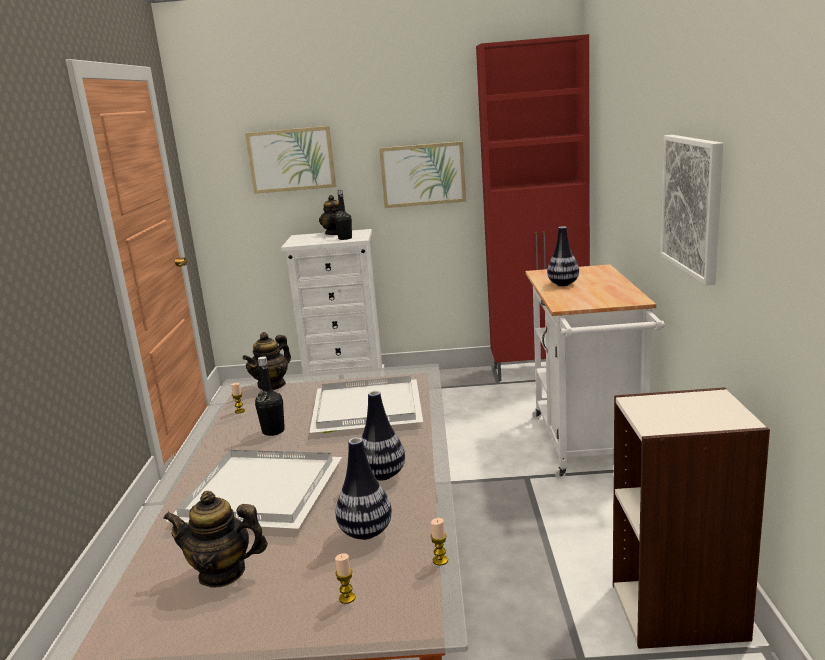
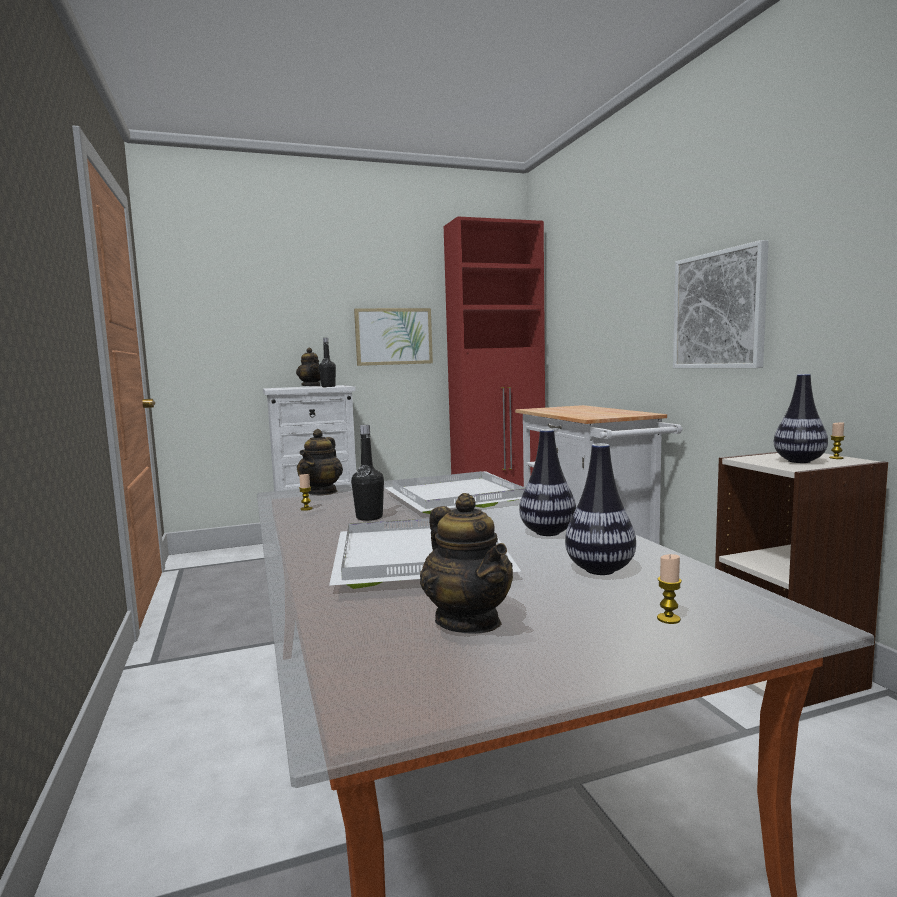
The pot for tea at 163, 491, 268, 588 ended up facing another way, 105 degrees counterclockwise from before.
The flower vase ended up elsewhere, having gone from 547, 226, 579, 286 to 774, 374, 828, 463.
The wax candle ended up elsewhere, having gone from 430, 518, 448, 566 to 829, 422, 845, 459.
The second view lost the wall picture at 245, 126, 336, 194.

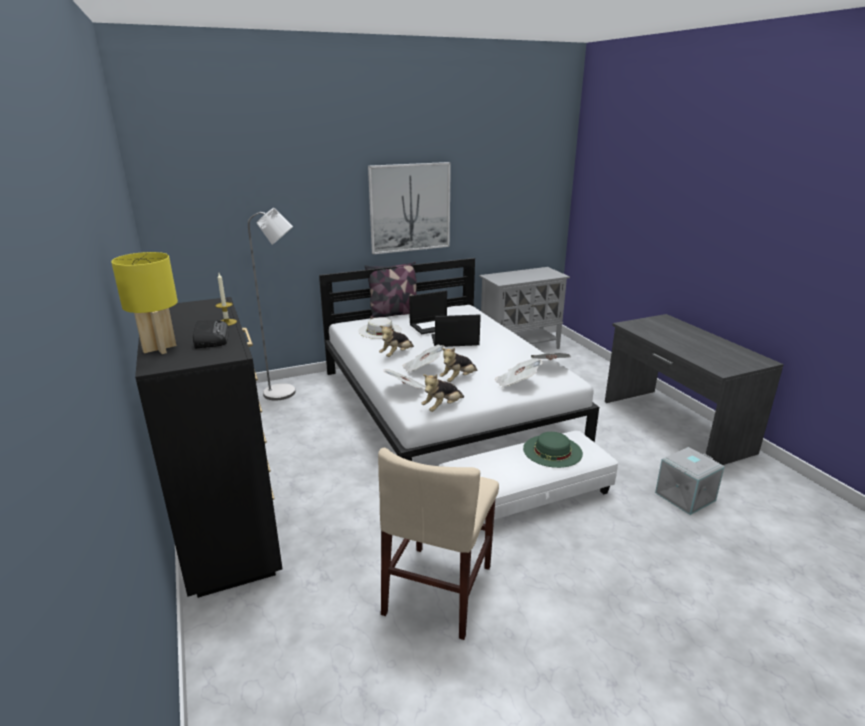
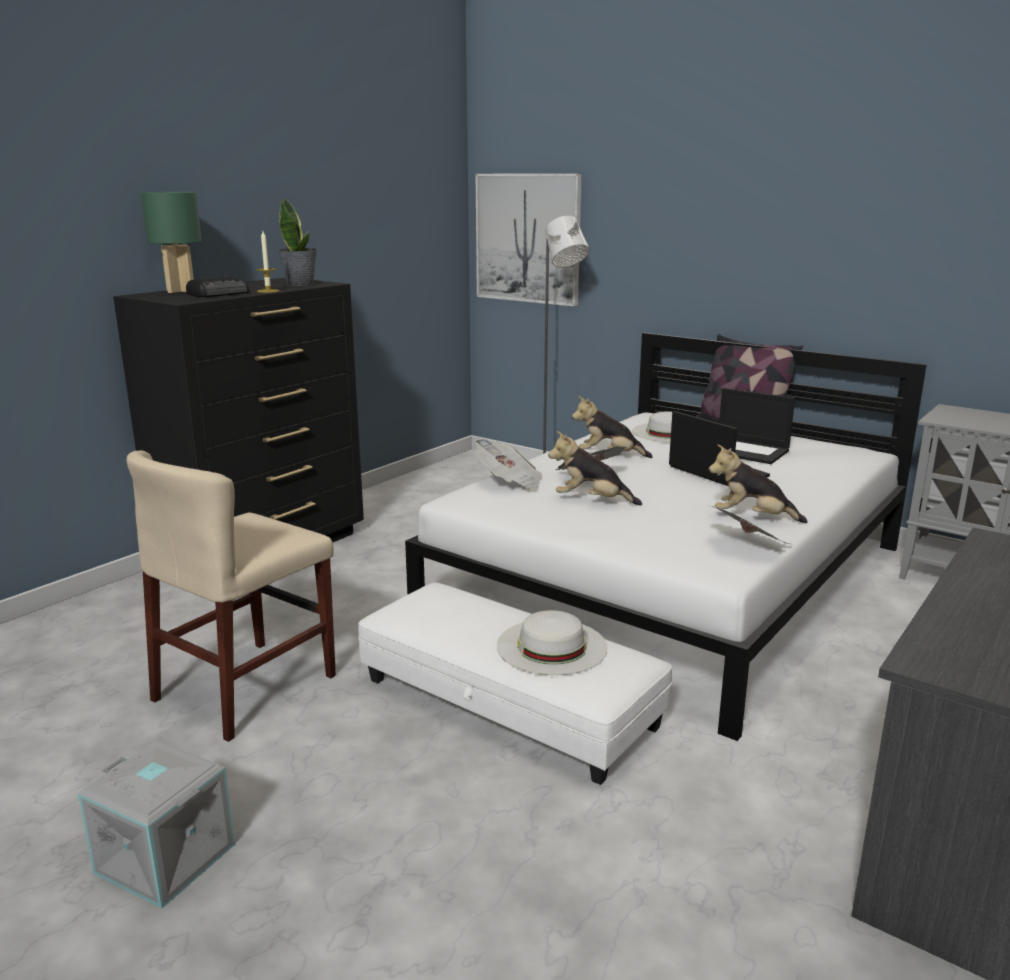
The grey storage container ended up elsewhere, having gone from 655, 447, 724, 515 to 78, 740, 235, 908.
The beige chair at 378, 448, 499, 640 ended up facing another way, 45 degrees counterclockwise from before.
What was the yellowish tabletop lamp at 111, 252, 178, 354 turned into the green-coloured tabletop lamp at 141, 192, 202, 293.
The second view gained the houseplant at 279, 198, 317, 286.
The wall picture ended up elsewhere, having gone from 368, 162, 451, 254 to 476, 173, 582, 307.
What was the green-coloured hat at 523, 432, 583, 468 turned into the whitish hat at 497, 610, 608, 675.
The plush toy ended up elsewhere, having gone from 421, 375, 464, 412 to 709, 444, 808, 523.
The second view lost the daily paper at 495, 358, 542, 388.

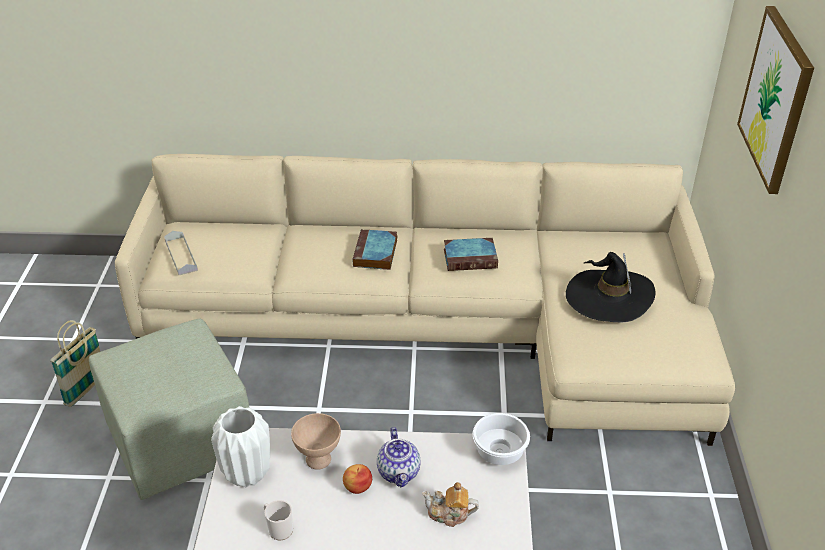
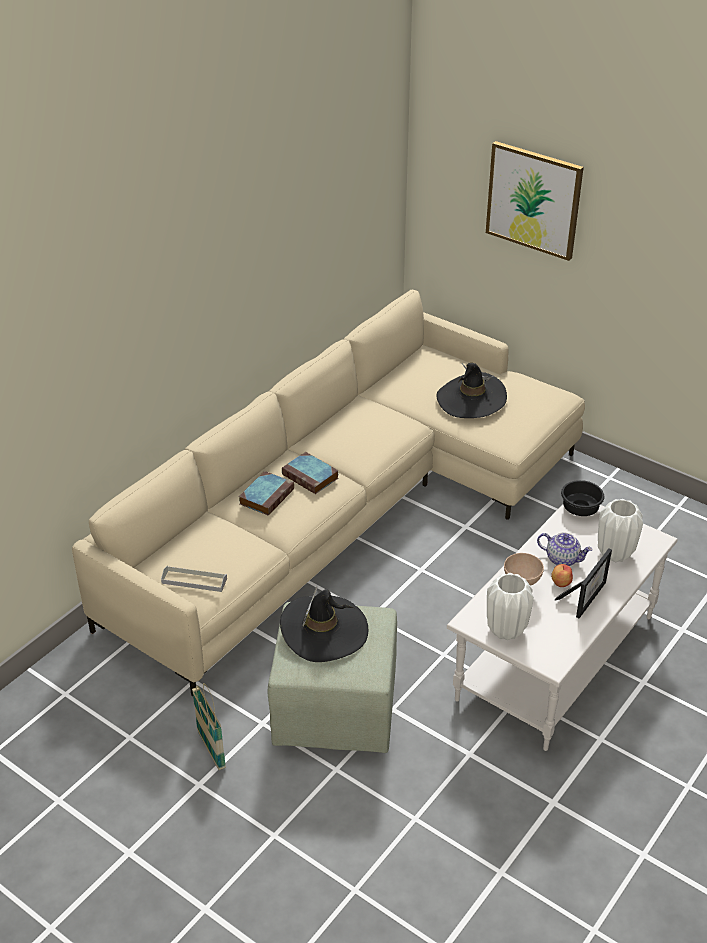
The bound book ended up elsewhere, having gone from 444, 238, 498, 271 to 239, 471, 294, 516.
The second view gained the black hat at 280, 586, 368, 662.
The second view gained the photo frame at 555, 548, 612, 618.
What was the whitish bowl at 473, 413, 530, 465 turned into the black bowl at 561, 480, 605, 516.
Where the pot for tea stood at 422, 482, 479, 527, the whitish flower vase came to stand at 598, 499, 643, 562.
The second view lost the mug at 264, 500, 293, 540.

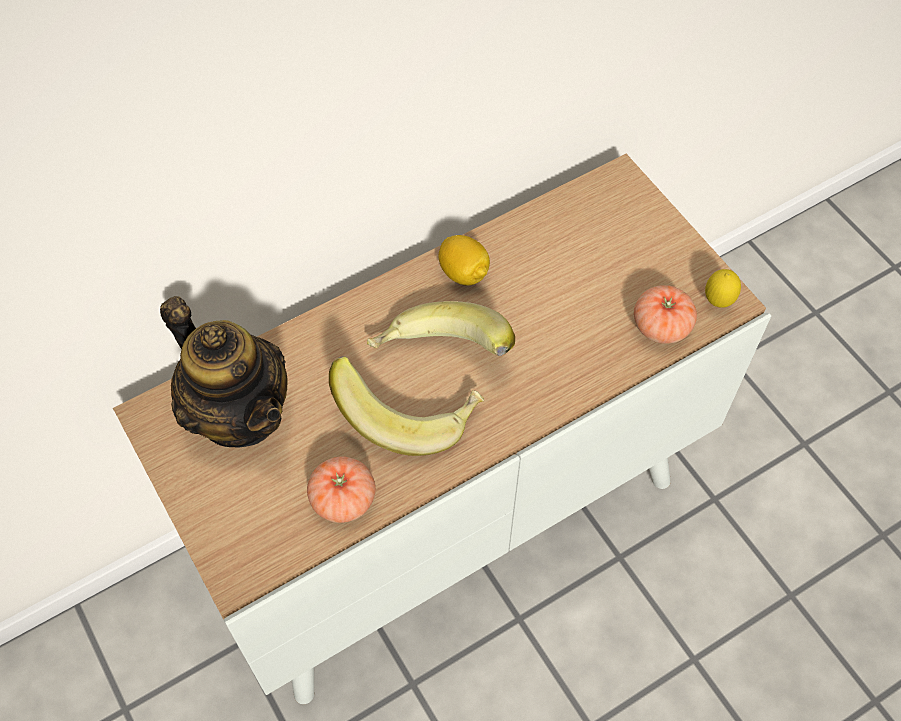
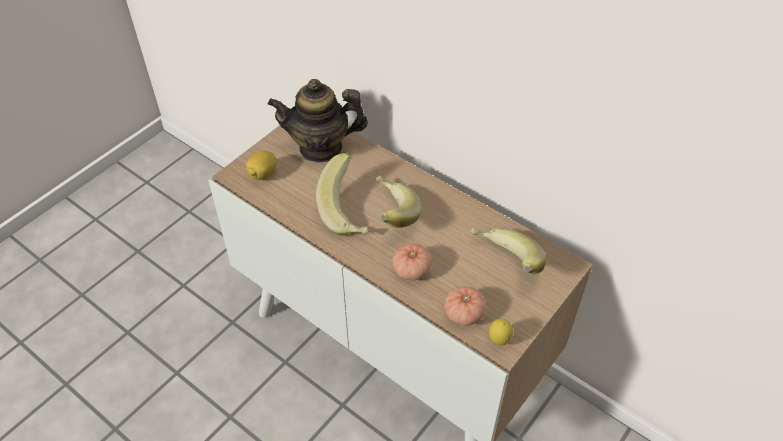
The citrus fruit ended up elsewhere, having gone from 438, 235, 490, 285 to 246, 151, 276, 180.
The pot for tea at 160, 296, 288, 448 ended up facing another way, 60 degrees clockwise from before.
The whole tomato ended up elsewhere, having gone from 307, 456, 376, 523 to 392, 244, 432, 281.
The second view gained the banana fruit at 471, 228, 546, 274.

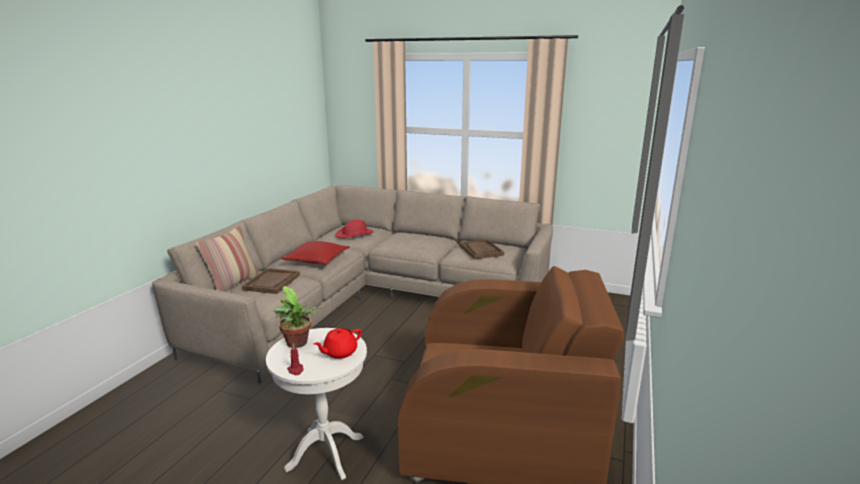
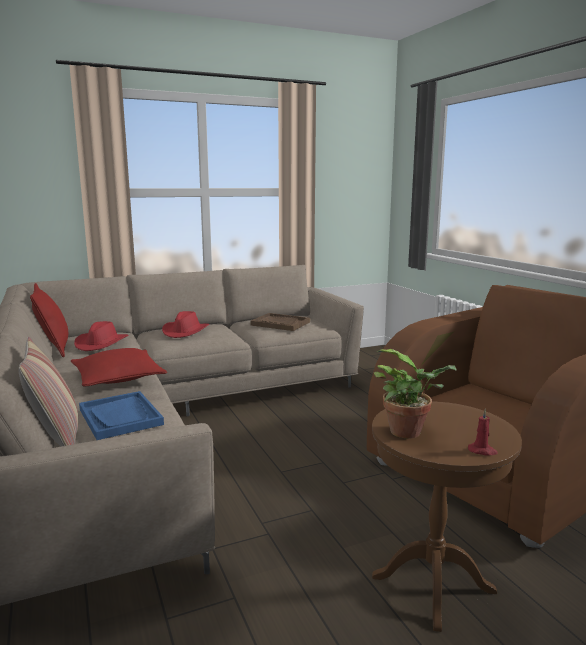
The second view gained the reddish pillow at 30, 283, 68, 357.
What was the brown carrying tray at 242, 268, 300, 294 turned into the blue carrying tray at 79, 391, 164, 440.
The second view gained the reddish hat at 162, 311, 209, 338.
What was the whitish side table at 266, 328, 367, 480 turned into the brown side table at 372, 401, 522, 632.
The second view lost the reddish pot for tea at 314, 328, 362, 359.

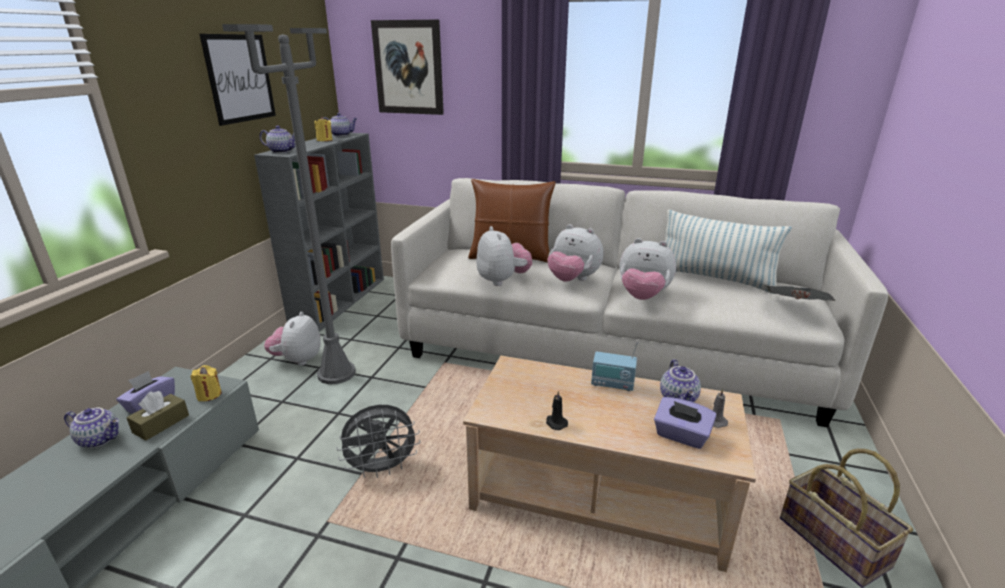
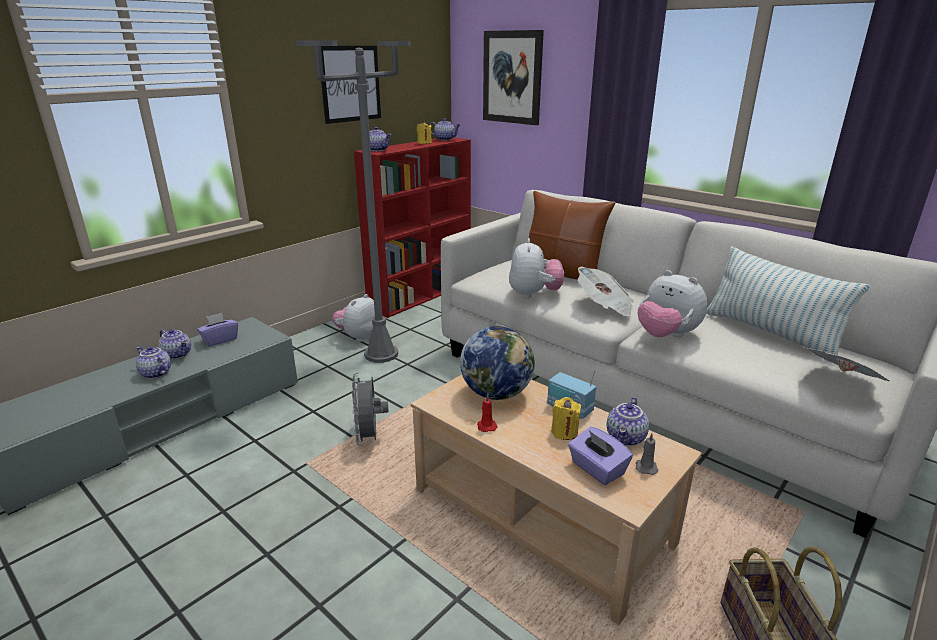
The second view gained the pot for tea at 136, 346, 171, 379.
The grey electric fan at 336, 405, 420, 478 ended up facing another way, 75 degrees clockwise from before.
What was the grey bookshelf at 254, 133, 384, 332 turned into the reddish bookshelf at 354, 137, 471, 318.
The second view gained the desk globe at 460, 326, 535, 400.
What was the black wax candle at 546, 391, 568, 430 turned into the reddish wax candle at 477, 394, 498, 432.
The yellowish wax candle ended up elsewhere, having gone from 190, 365, 222, 401 to 551, 397, 581, 440.
Where the plush toy stood at 547, 224, 603, 282, the daily paper came to stand at 577, 267, 634, 317.
The second view lost the brown tissue holder at 127, 391, 189, 441.

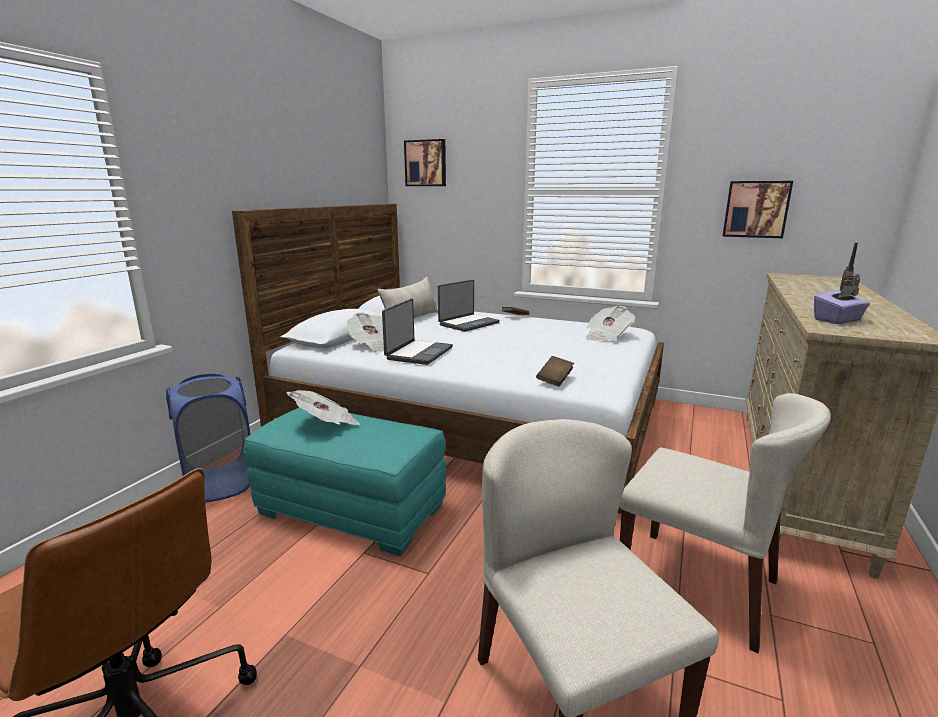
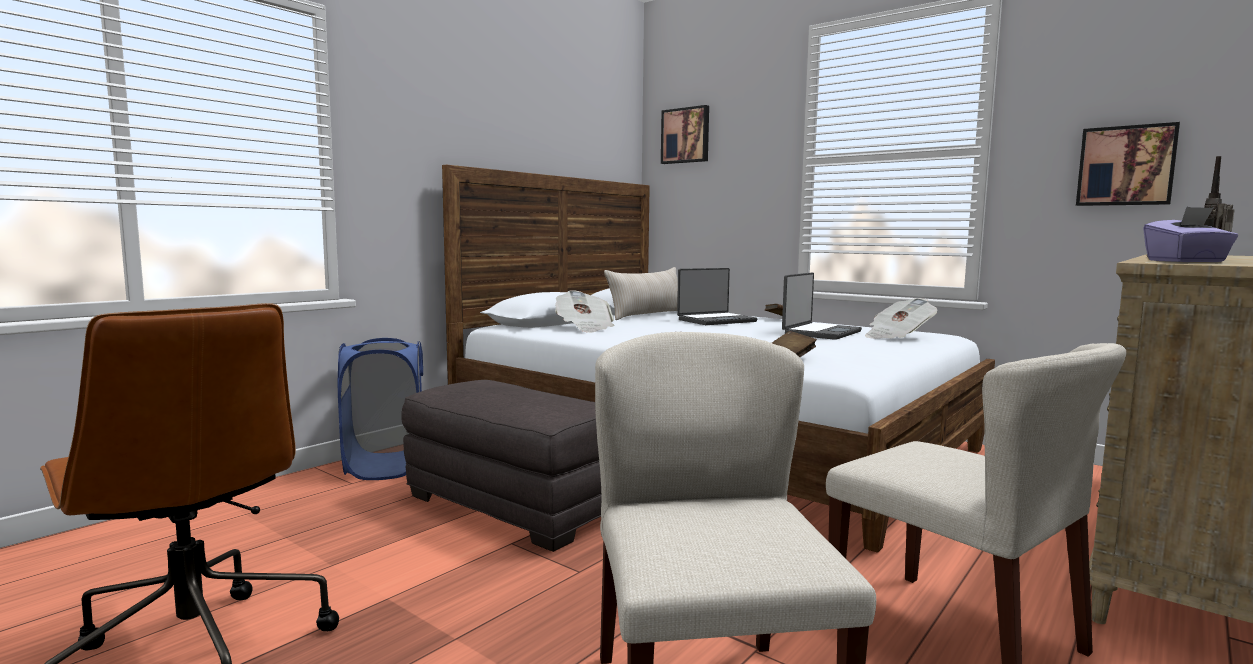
What was the blue-green footrest at 243, 407, 447, 556 turned into the grey footrest at 401, 380, 602, 552.
The laptop ended up elsewhere, having gone from 382, 299, 453, 365 to 782, 273, 862, 340.
The second view lost the daily paper at 287, 390, 360, 425.

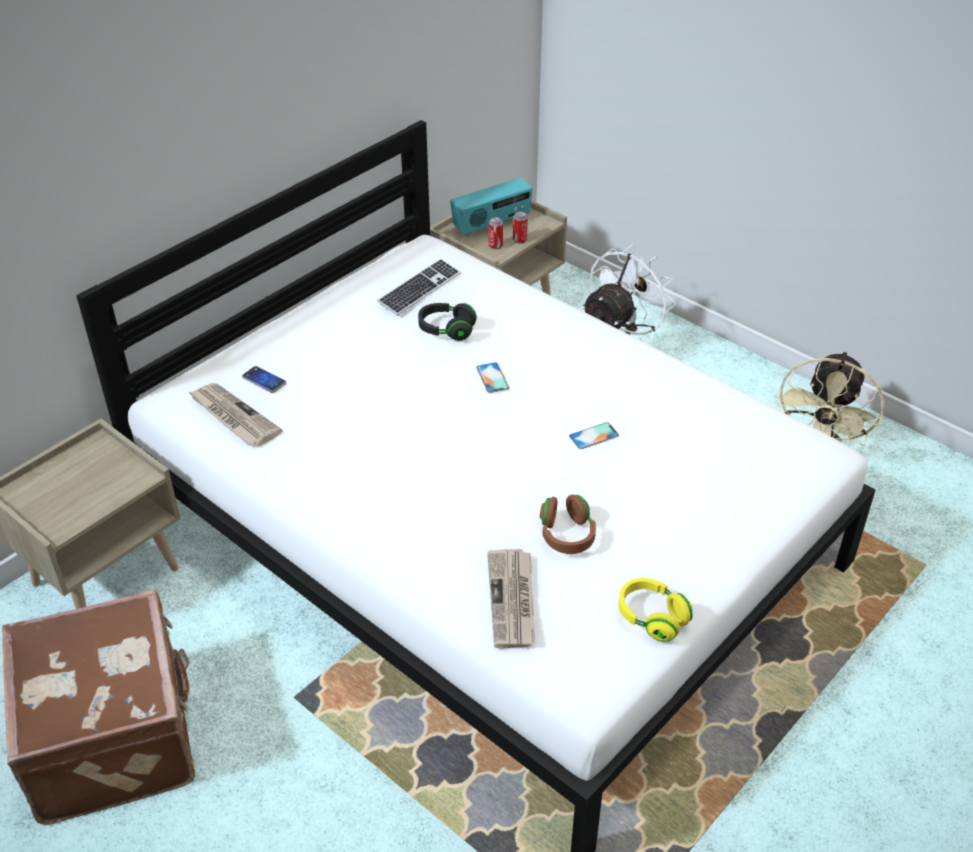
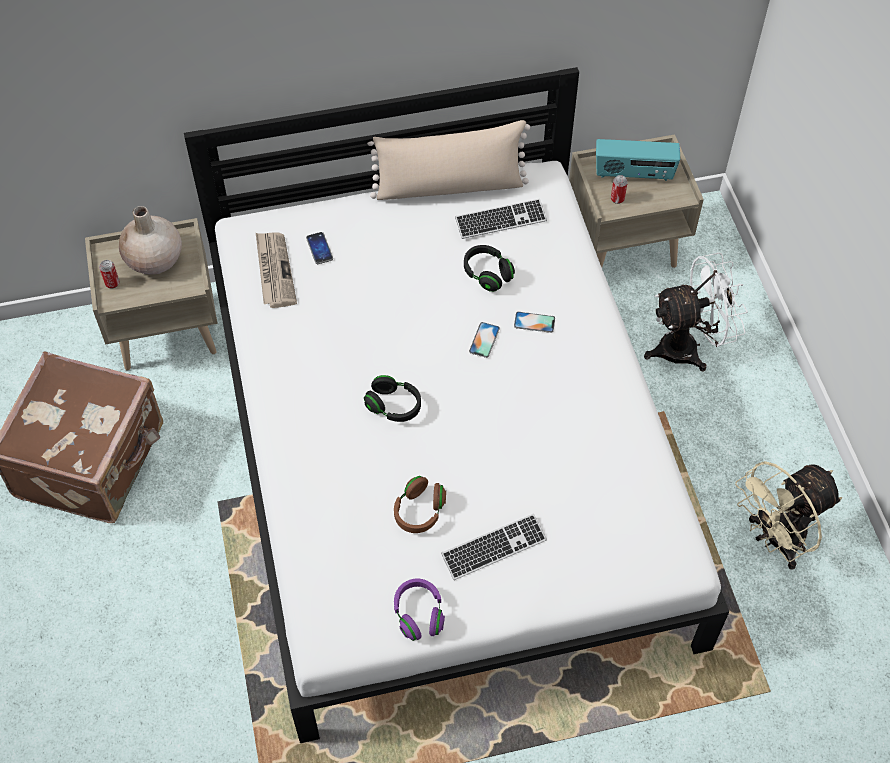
The sealed can ended up elsewhere, having gone from 513, 212, 528, 244 to 99, 260, 120, 289.
The second view gained the beige flower vase at 119, 206, 182, 275.
The second view gained the black headset at 364, 375, 421, 422.
The second view gained the beige pillow at 367, 120, 530, 200.
What was the yellowish headset at 618, 578, 693, 641 turned into the purple headset at 394, 579, 445, 641.
The second view gained the computer keyboard at 441, 513, 547, 580.
The telephone ended up elsewhere, having gone from 569, 422, 619, 449 to 514, 312, 555, 333.
The second view lost the daily paper at 487, 549, 535, 648.

